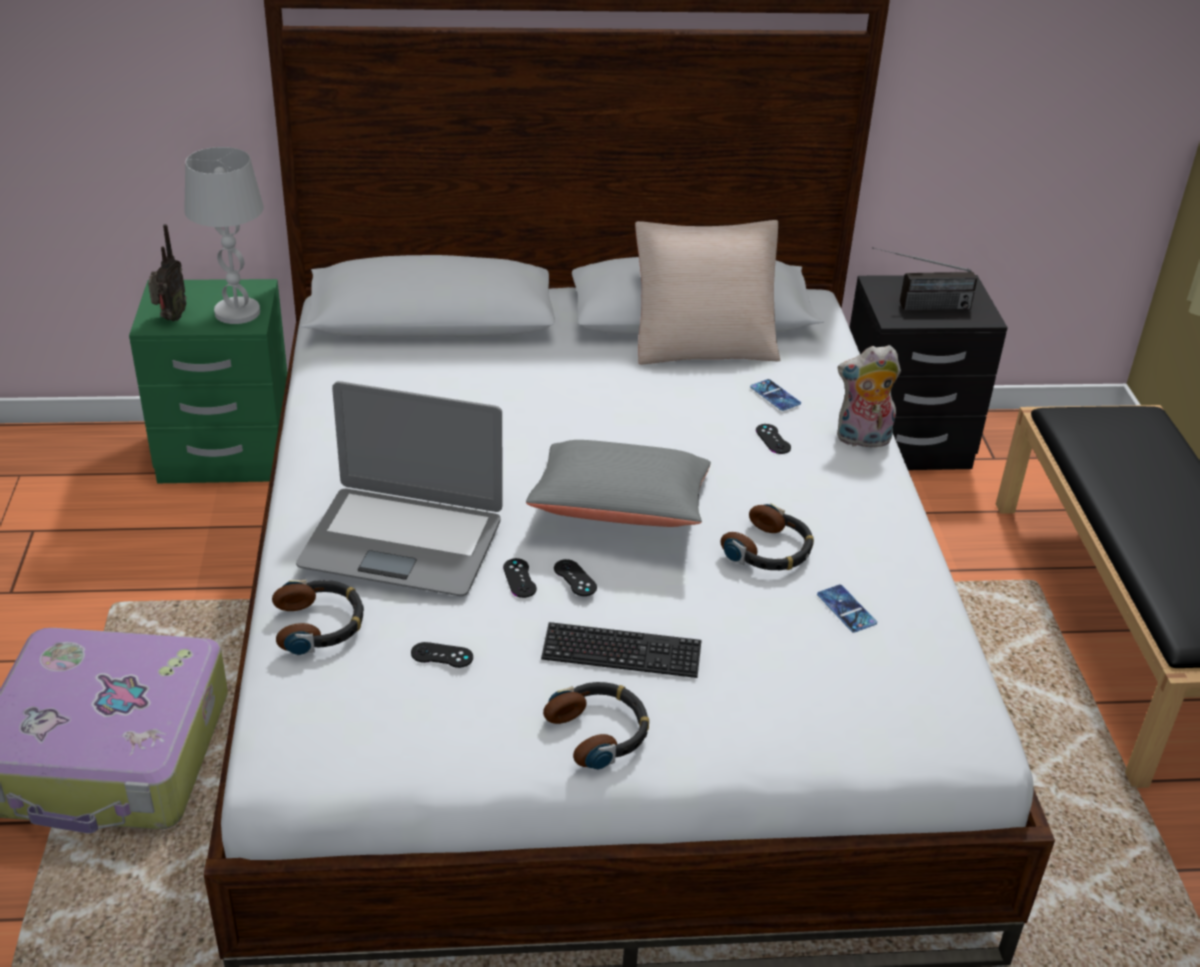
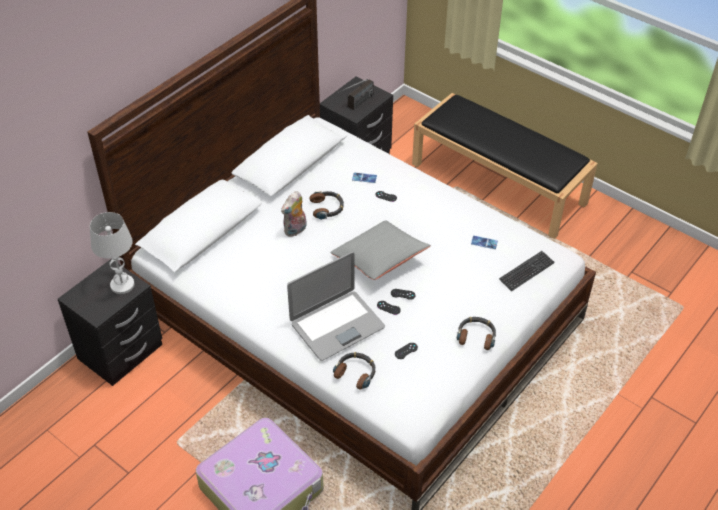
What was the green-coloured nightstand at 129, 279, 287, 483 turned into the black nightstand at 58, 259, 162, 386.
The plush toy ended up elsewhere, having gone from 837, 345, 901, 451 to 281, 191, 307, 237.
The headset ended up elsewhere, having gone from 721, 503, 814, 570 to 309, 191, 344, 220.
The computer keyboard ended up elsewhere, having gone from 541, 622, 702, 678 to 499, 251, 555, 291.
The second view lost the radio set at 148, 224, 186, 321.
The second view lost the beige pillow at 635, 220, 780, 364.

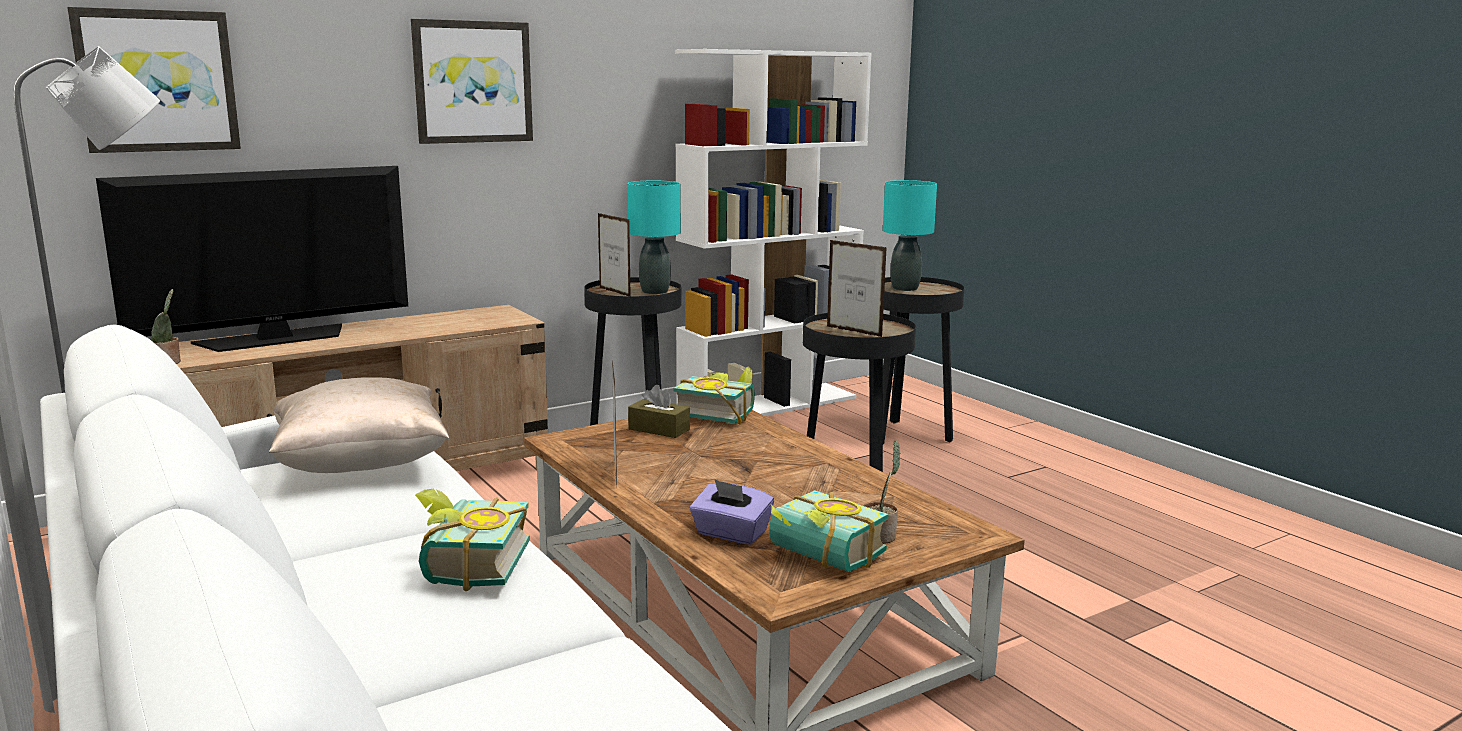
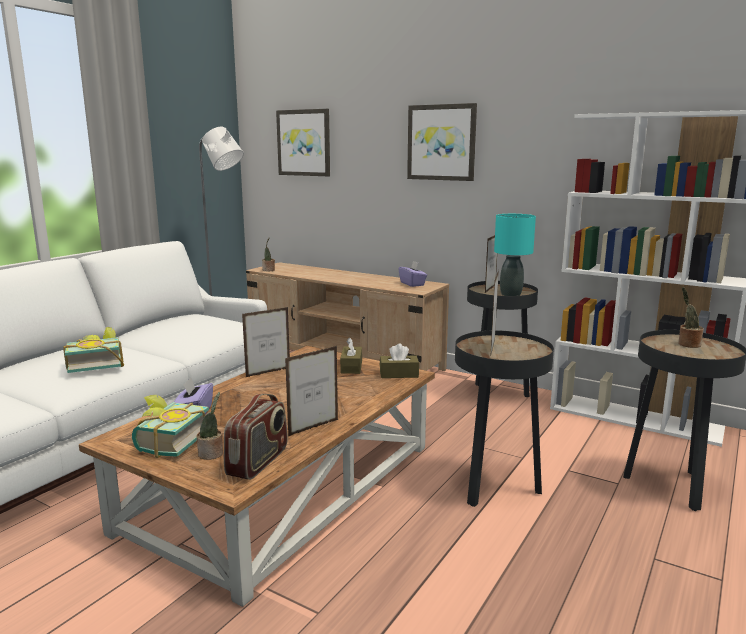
The second view gained the radio set at 224, 394, 288, 480.
The second view gained the photo frame at 285, 346, 338, 436.
Where the bound book stood at 674, 367, 755, 425, the brown tissue holder came to stand at 380, 343, 419, 378.
The second view gained the purple tissue holder at 399, 261, 427, 287.
Where the blue-green tabletop lamp stood at 883, 180, 937, 291, the houseplant came to stand at 678, 287, 704, 348.
The second view lost the television at 96, 166, 408, 352.
The second view lost the beige pillow at 269, 377, 449, 473.

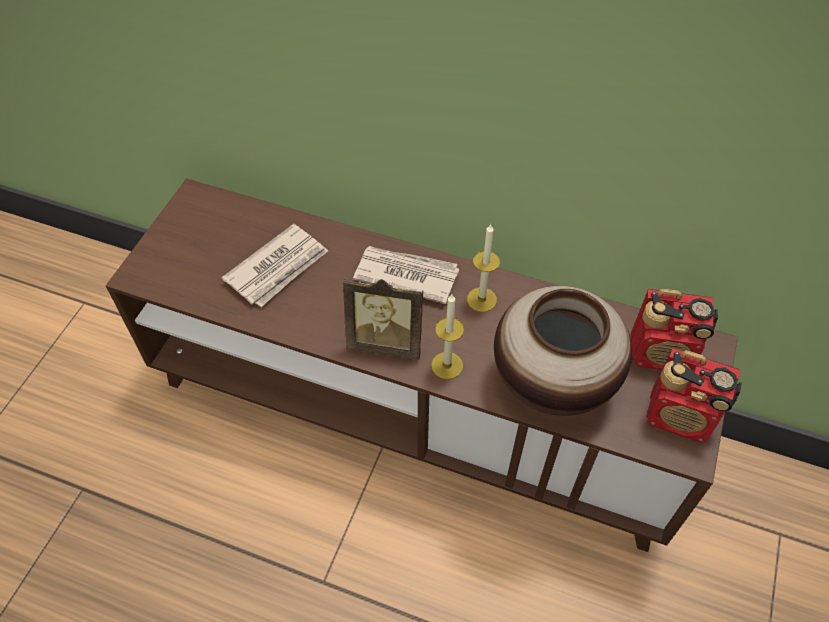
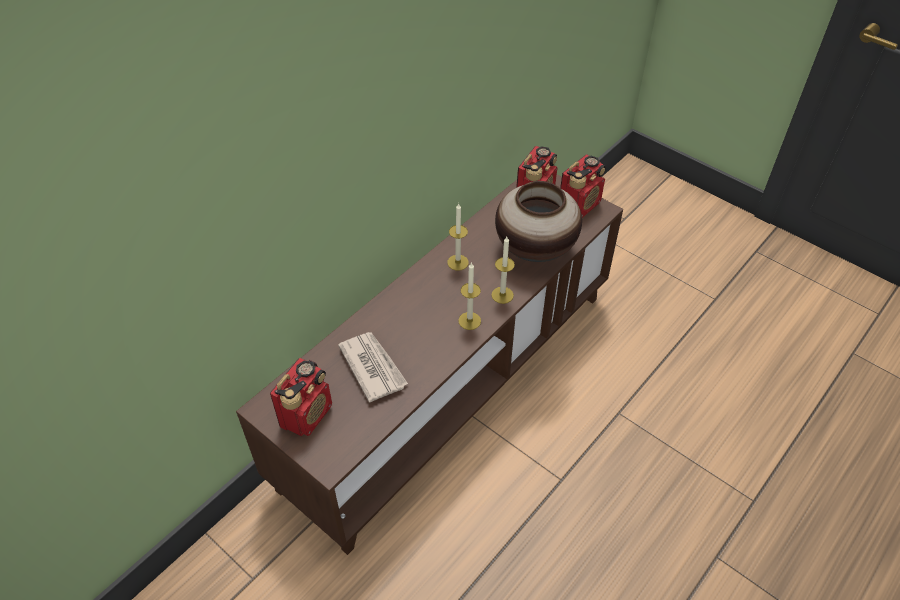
The second view gained the radio set at 270, 358, 332, 437.
Where the photo frame stood at 343, 278, 423, 360, the wax candle came to stand at 458, 262, 481, 330.
The second view lost the daily paper at 353, 246, 459, 304.

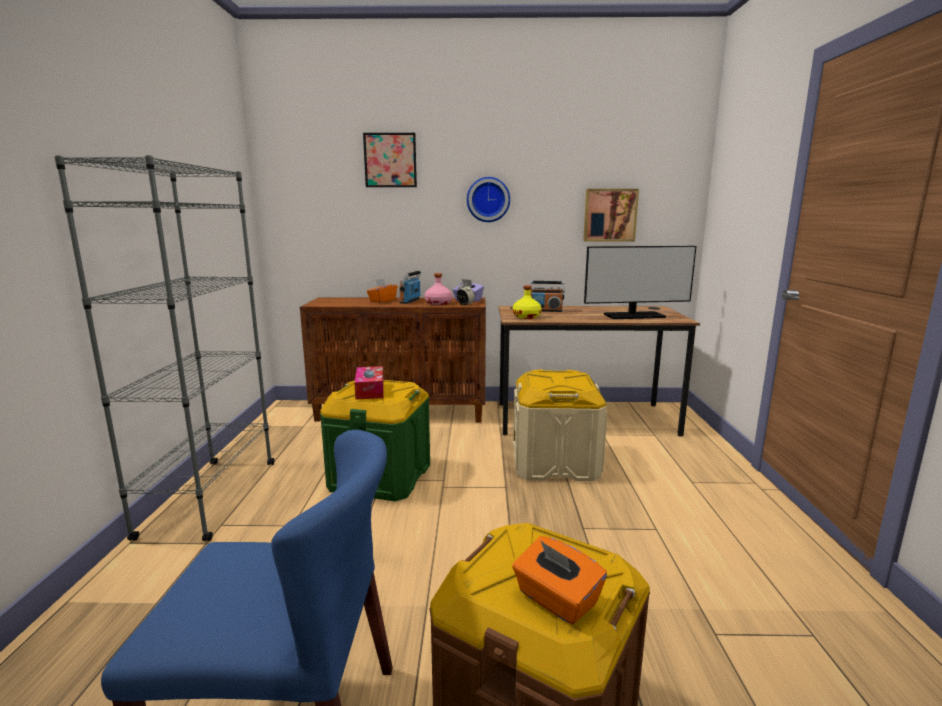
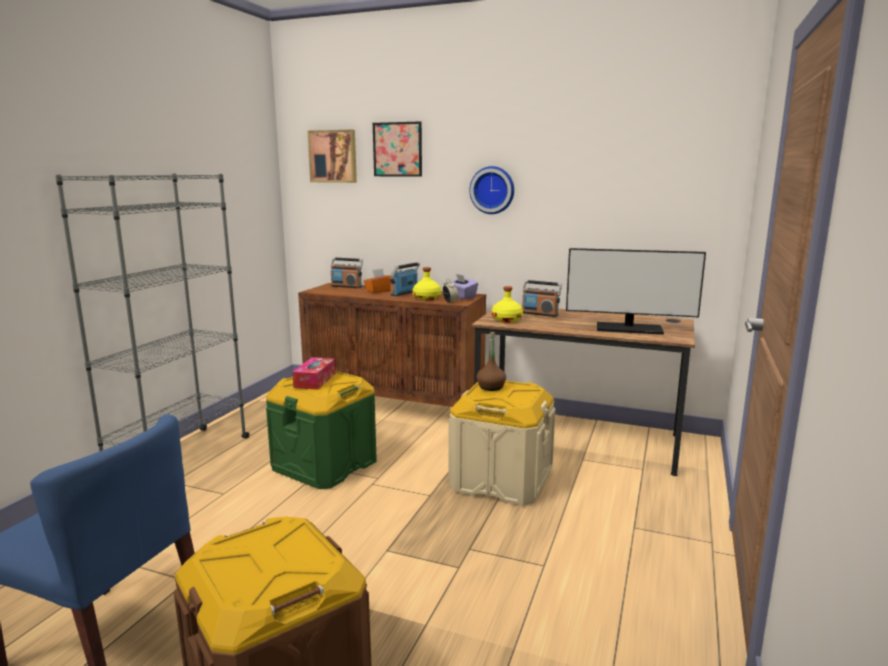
The wall picture ended up elsewhere, having gone from 583, 189, 639, 241 to 308, 130, 357, 183.
The second view gained the radio set at 330, 257, 363, 288.
What was the pink bottle at 424, 273, 452, 305 turned into the yellowish bottle at 413, 267, 441, 300.
The second view gained the brown bottle at 476, 332, 506, 391.
The second view lost the orange tissue holder at 512, 536, 607, 625.

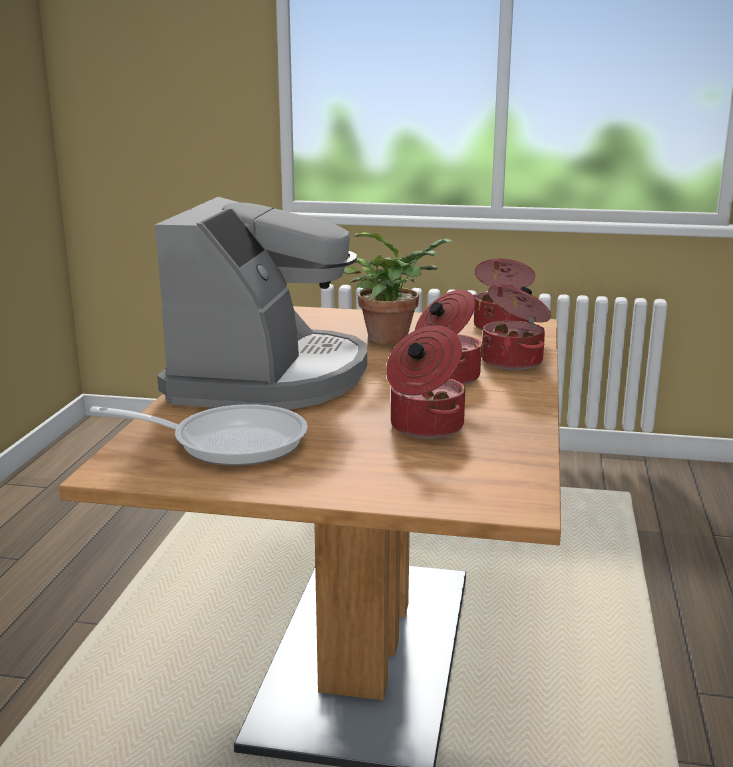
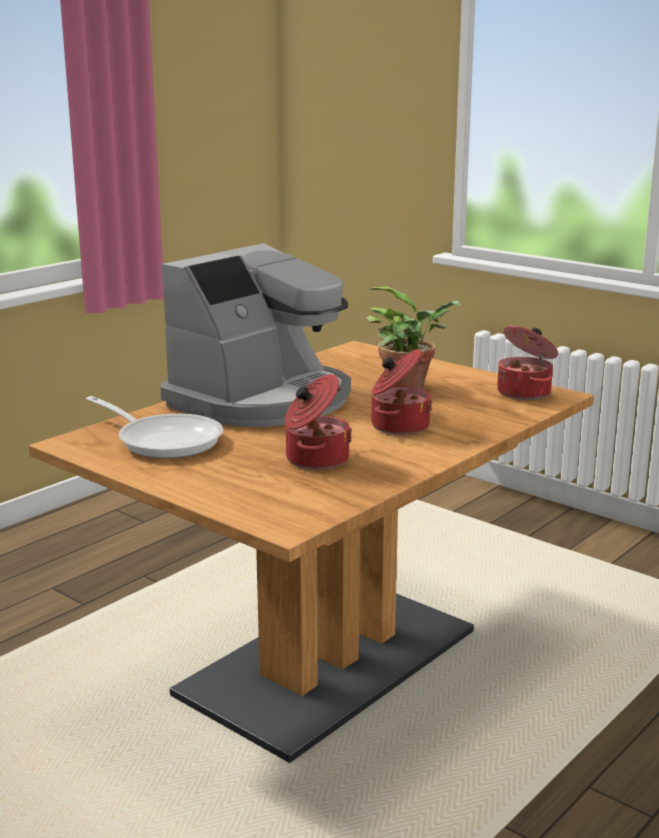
The second view lost the stockpot at 482, 284, 551, 370.

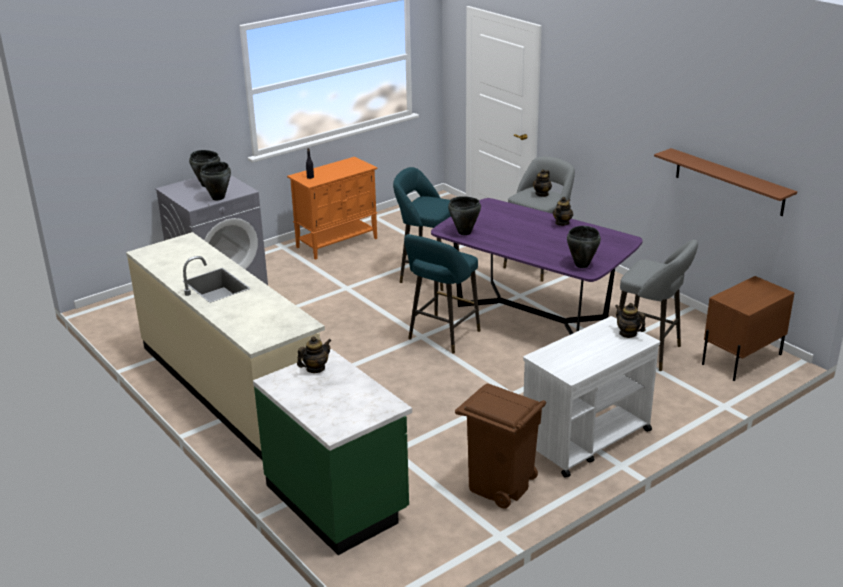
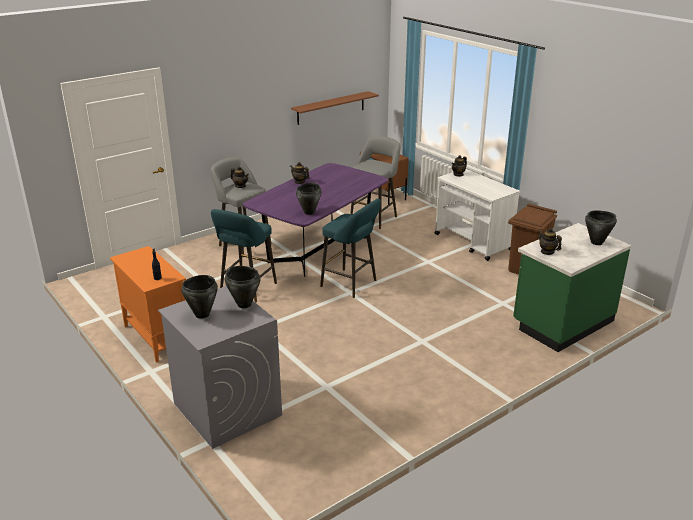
The black stockpot ended up elsewhere, having gone from 567, 226, 601, 268 to 585, 210, 617, 245.
The second view lost the beige kitchen counter at 126, 232, 325, 460.

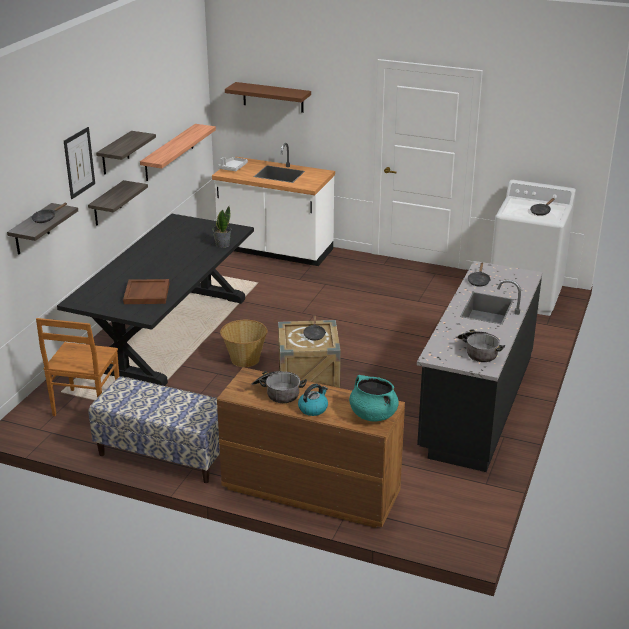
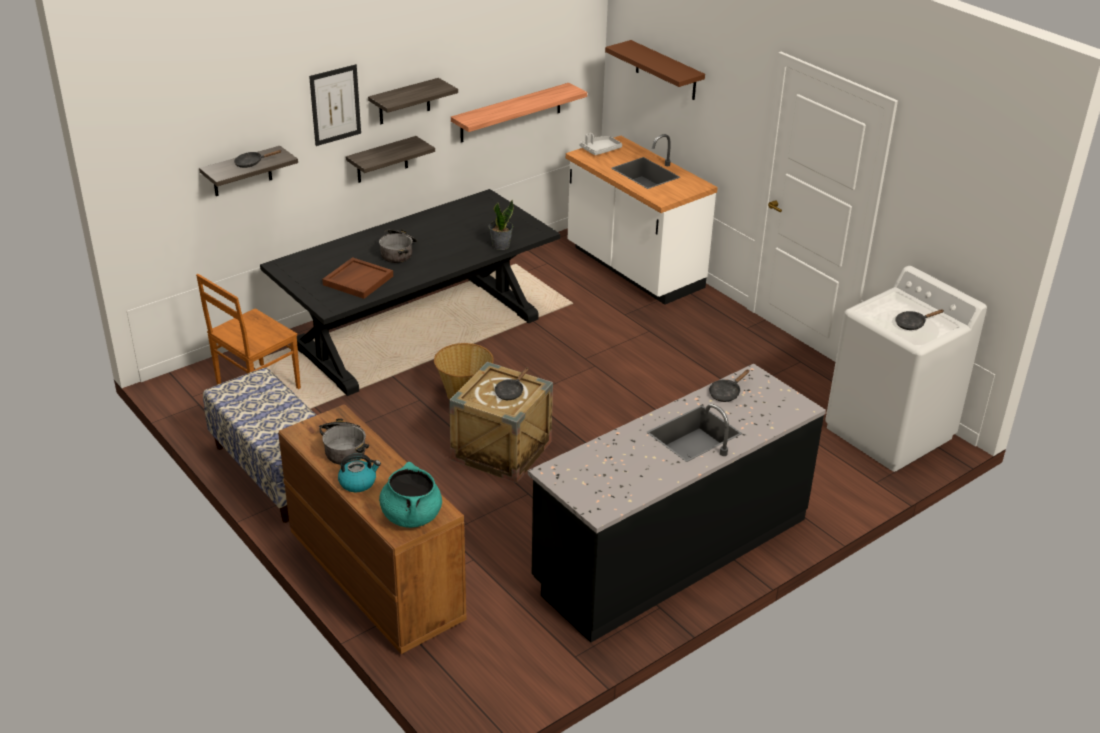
The stockpot ended up elsewhere, having gone from 457, 329, 505, 362 to 379, 230, 417, 263.

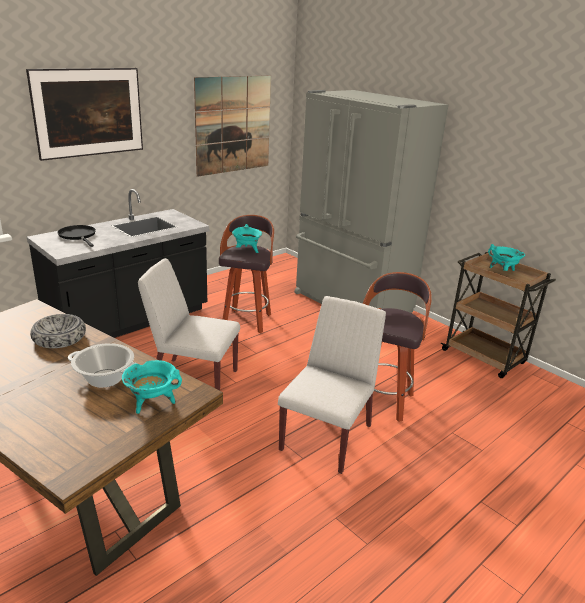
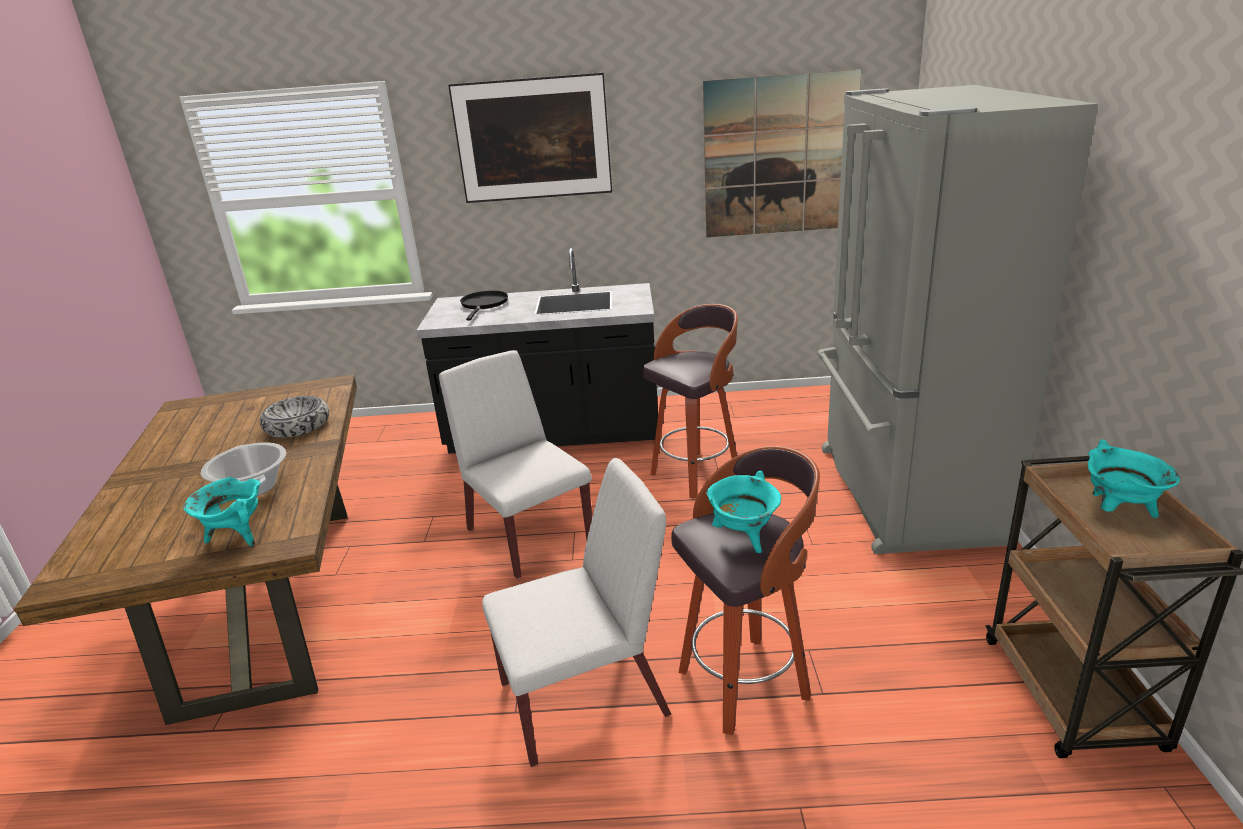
The blue-green stockpot ended up elsewhere, having gone from 232, 224, 262, 253 to 706, 471, 781, 553.

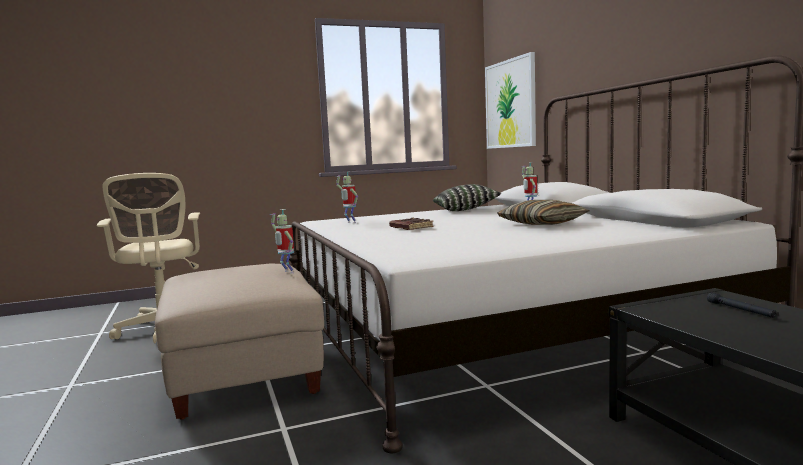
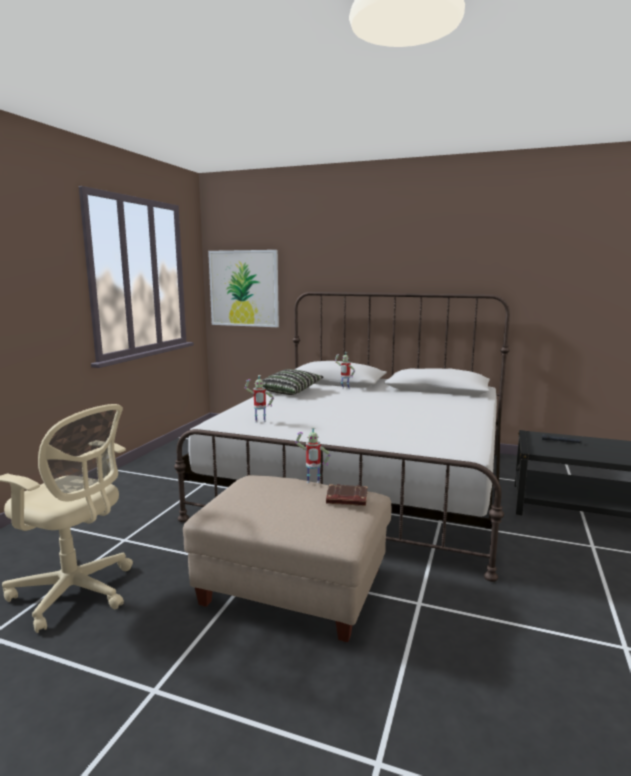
The brown bound book ended up elsewhere, having gone from 389, 217, 434, 230 to 326, 484, 368, 506.
The second view lost the pillow at 497, 200, 590, 225.

